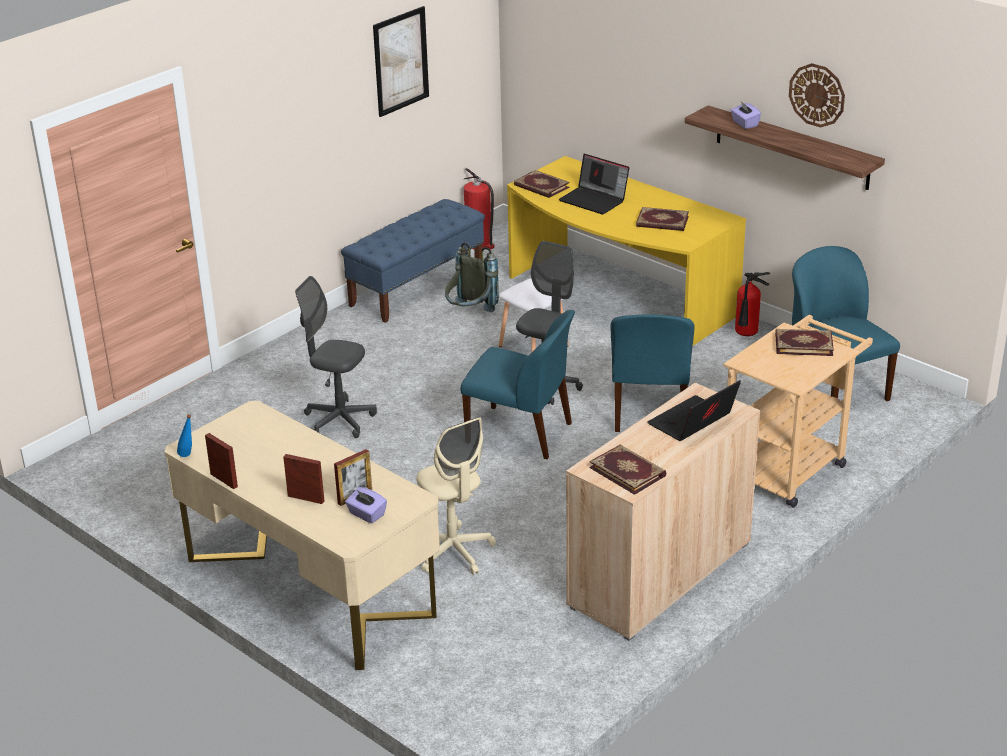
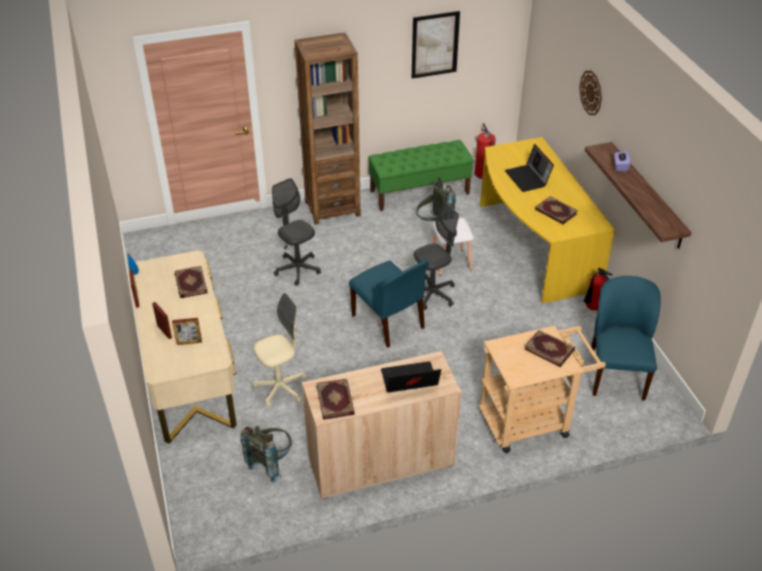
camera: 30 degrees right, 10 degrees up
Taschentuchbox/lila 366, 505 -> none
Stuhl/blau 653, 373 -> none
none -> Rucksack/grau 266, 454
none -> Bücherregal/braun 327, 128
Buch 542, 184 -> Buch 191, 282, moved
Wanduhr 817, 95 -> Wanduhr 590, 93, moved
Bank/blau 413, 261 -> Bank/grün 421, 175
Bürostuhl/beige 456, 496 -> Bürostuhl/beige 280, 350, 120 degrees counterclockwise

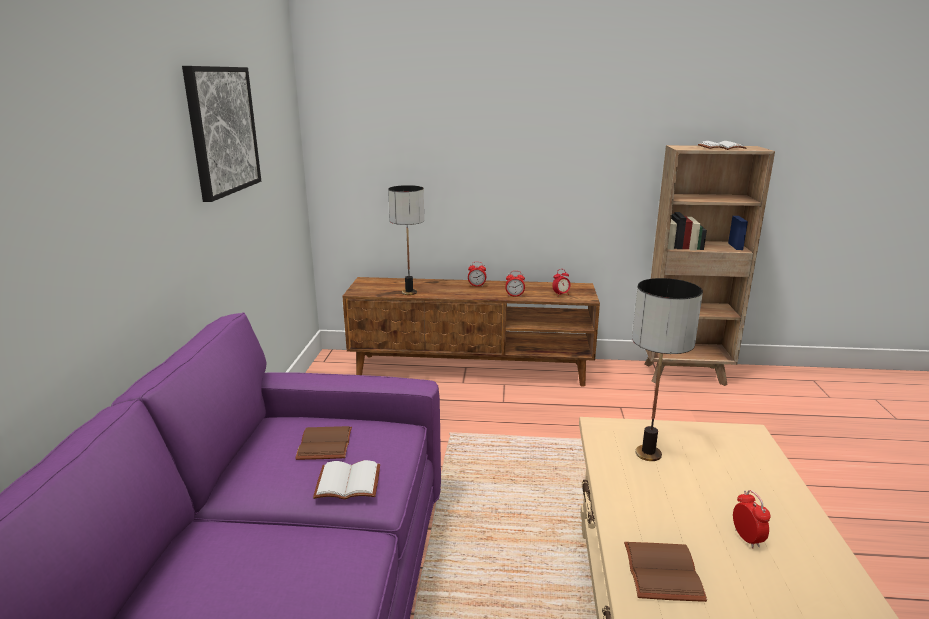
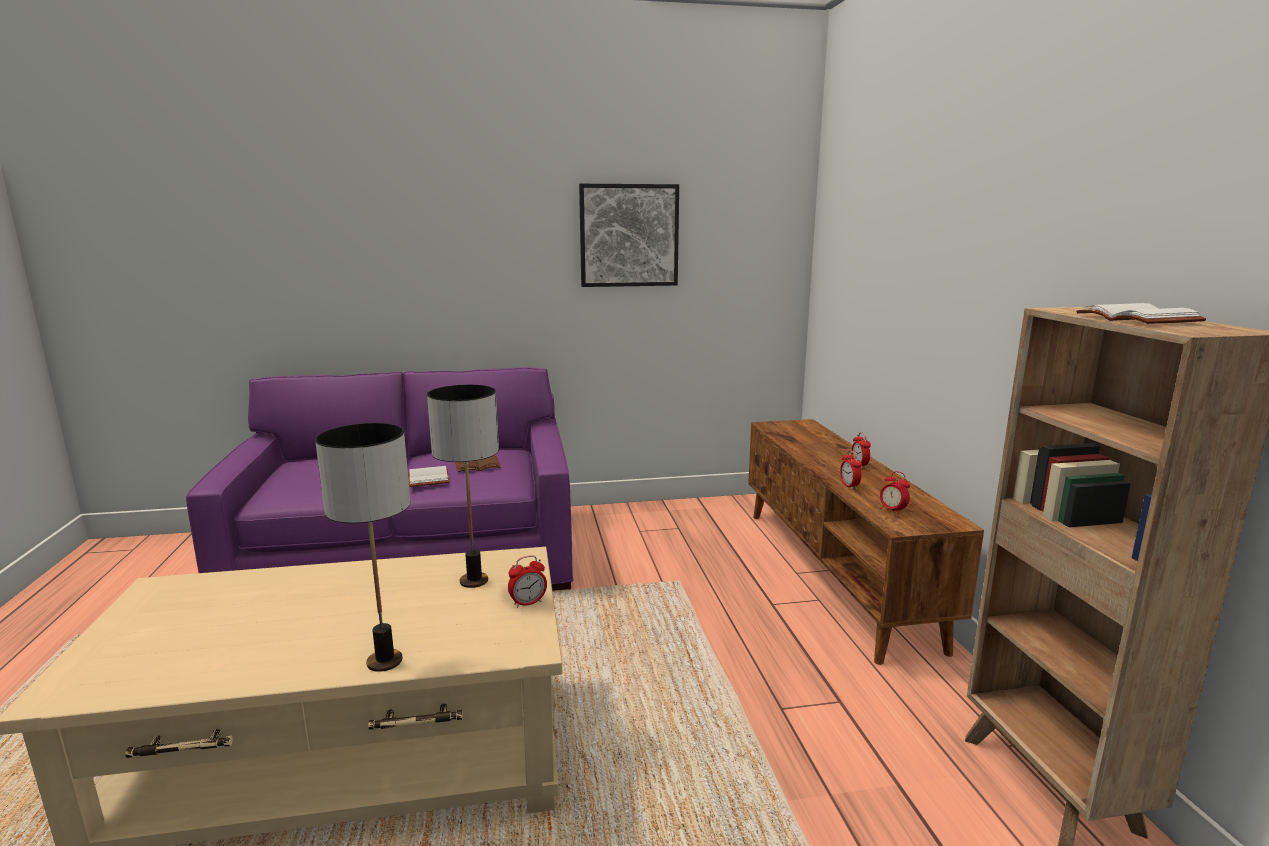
camera: 75 degrees right, 5 degrees down
Buch/braun 665, 572 -> none
Tischlampe 406, 240 -> Tischlampe 363, 547, moved
Wecker 751, 519 -> Wecker 527, 581, moved

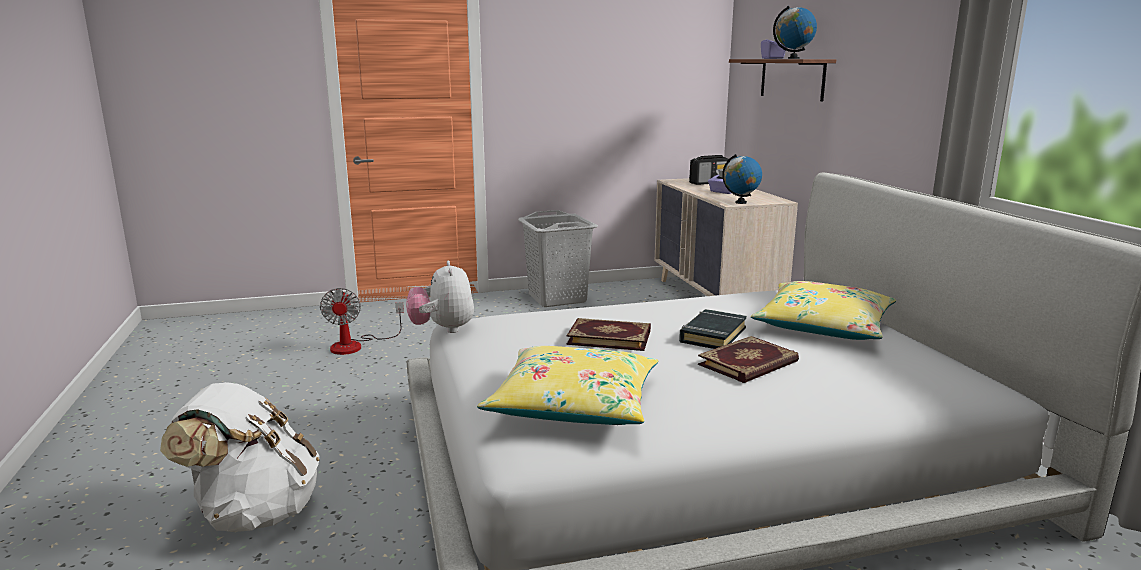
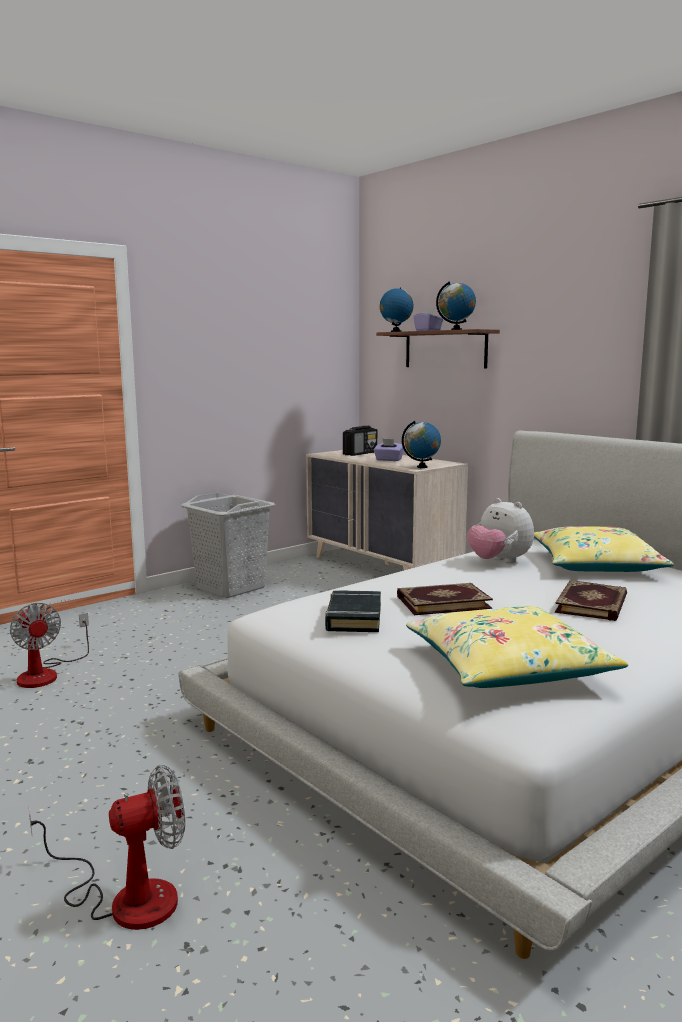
camera: 25 degrees left, 5 degrees down
none -> Globus 397, 309
Plüschtier 440, 297 -> Plüschtier 500, 530, moved
Buch/schwarz 713, 329 -> Buch/schwarz 353, 611, moved
Rucksack/weiß 239, 457 -> Ventilator 107, 847

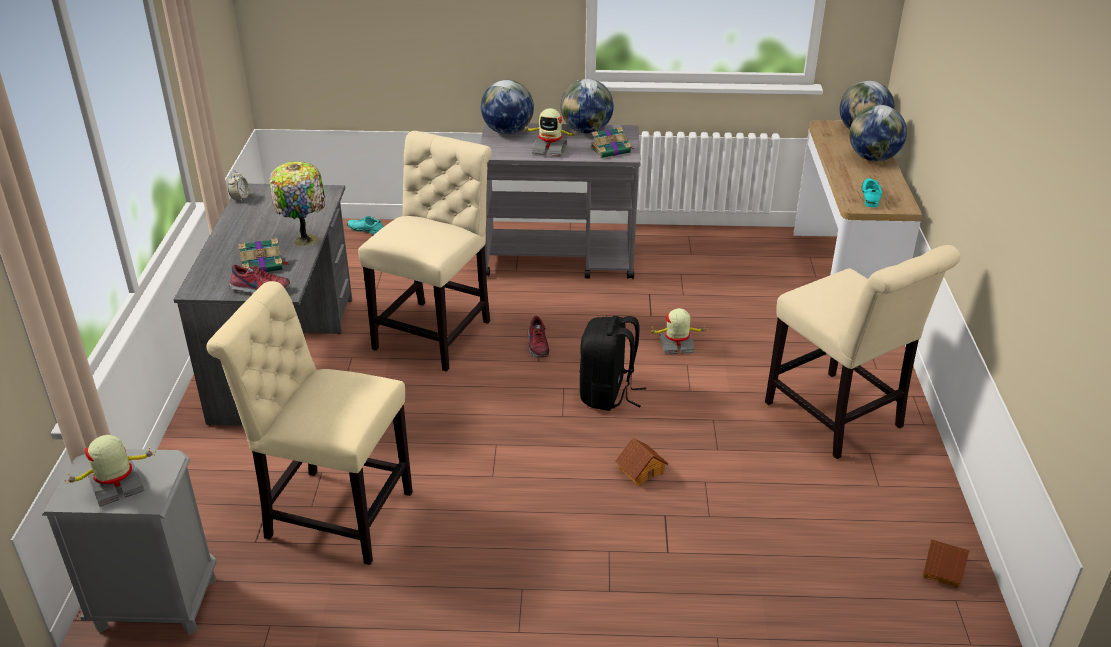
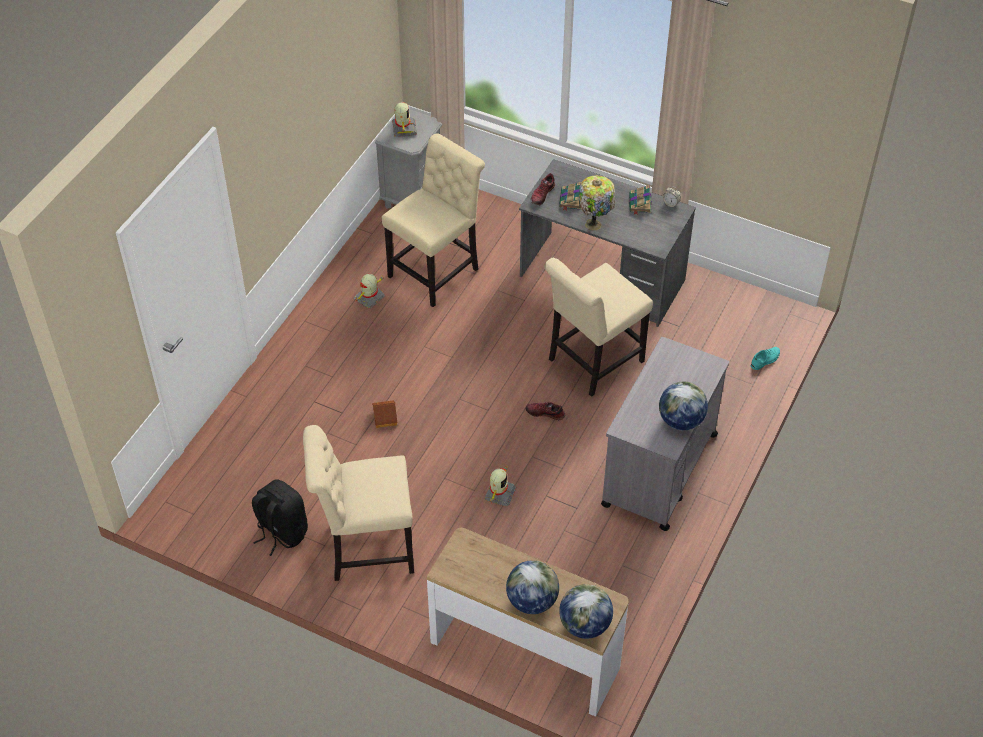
camera: 115 degrees right, 15 degrees up
Globus 507, 107 -> none
Schuh/türkis 872, 192 -> none
Spielzeughaus 946, 563 -> none
Spielzeugroboter 550, 132 -> Spielzeugroboter 369, 291, moved
Rucksack/schwarz 612, 363 -> Rucksack/schwarz 280, 517, moved
Buch 612, 142 -> Buch 640, 200, moved
Stuhl/beige 425, 251 -> Stuhl/beige 598, 327, 90 degrees clockwise

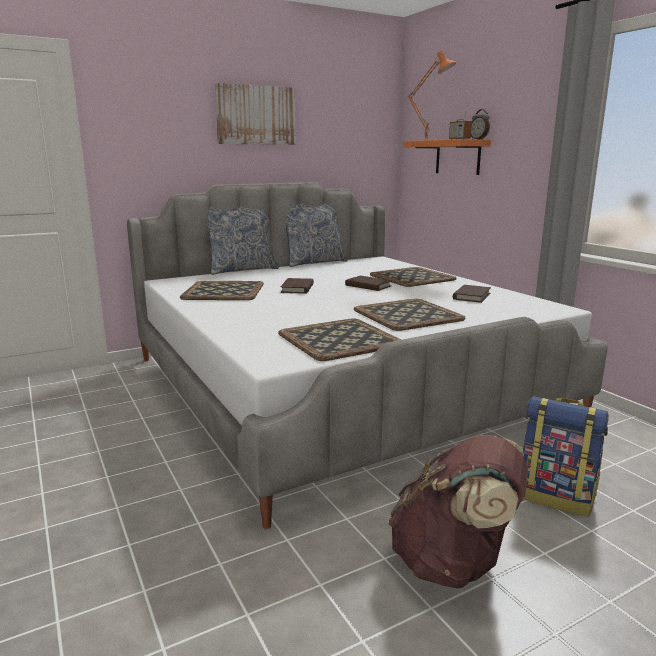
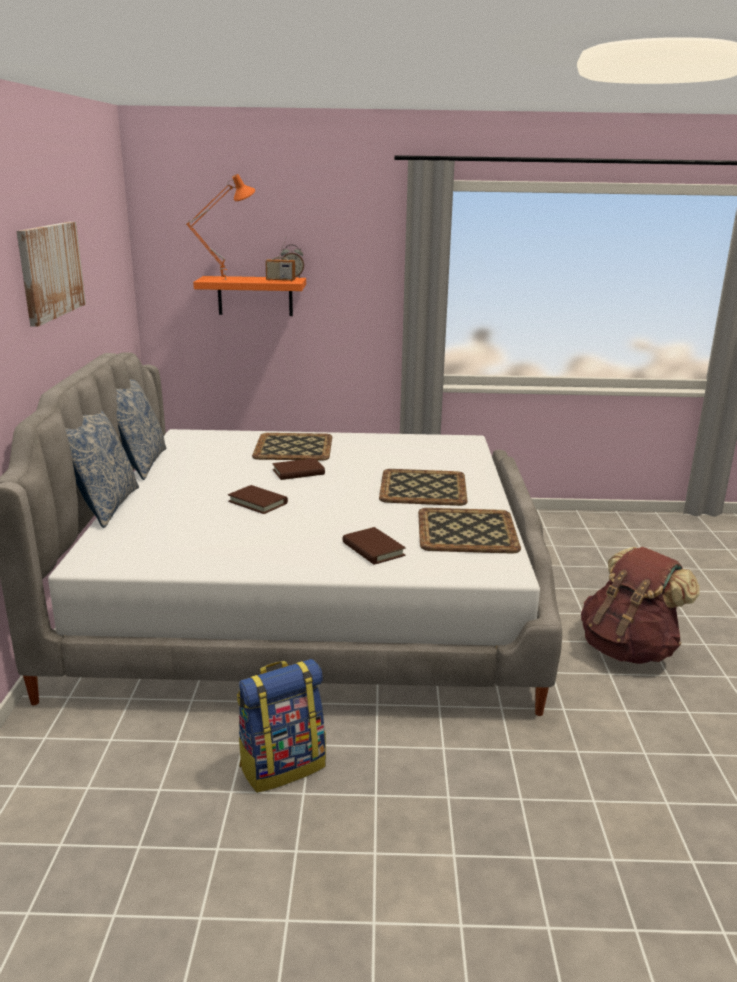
camera: 60 degrees left, 5 degrees up
Tablett 222, 290 -> none
Buch/braun 472, 294 -> Buch/braun 374, 546, moved
Rucksack 565, 456 -> Rucksack 281, 726, moved

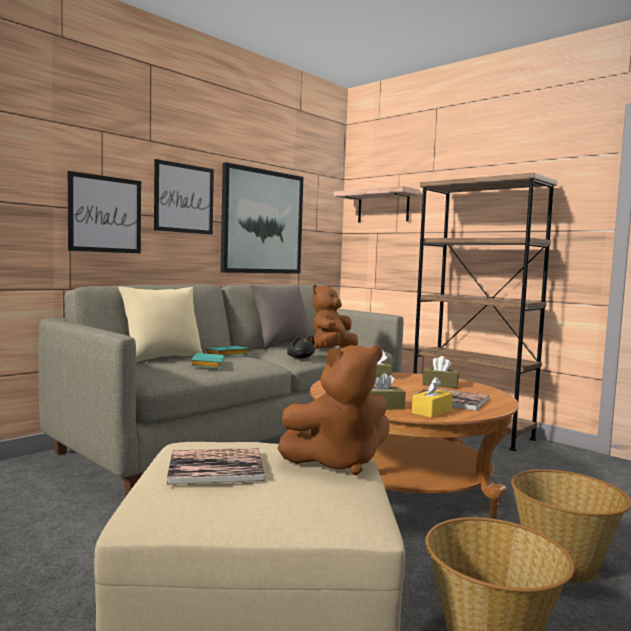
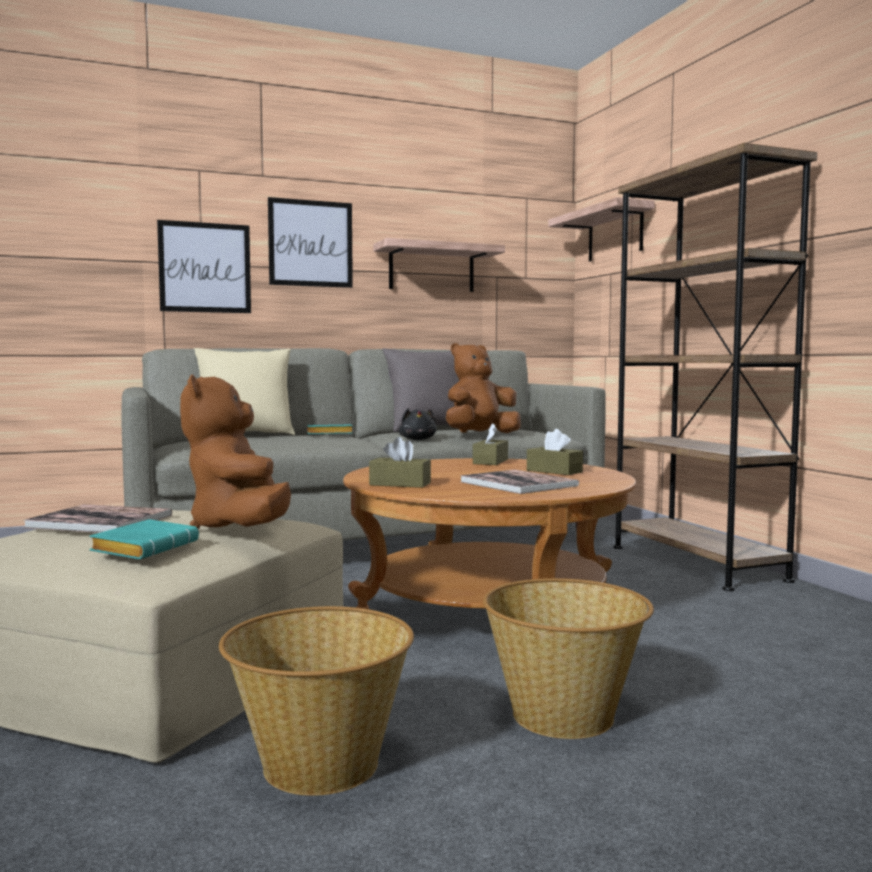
camera: 25 degrees right, 0 degrees up
Taschentuchbox/gelb 432, 397 -> none
Buch/türkis 208, 361 -> Buch/türkis 144, 539, moved
Bild 262, 218 -> Wandregal 439, 265
Plüschtier/braun 333, 410 -> Plüschtier/braun 235, 451, 75 degrees clockwise

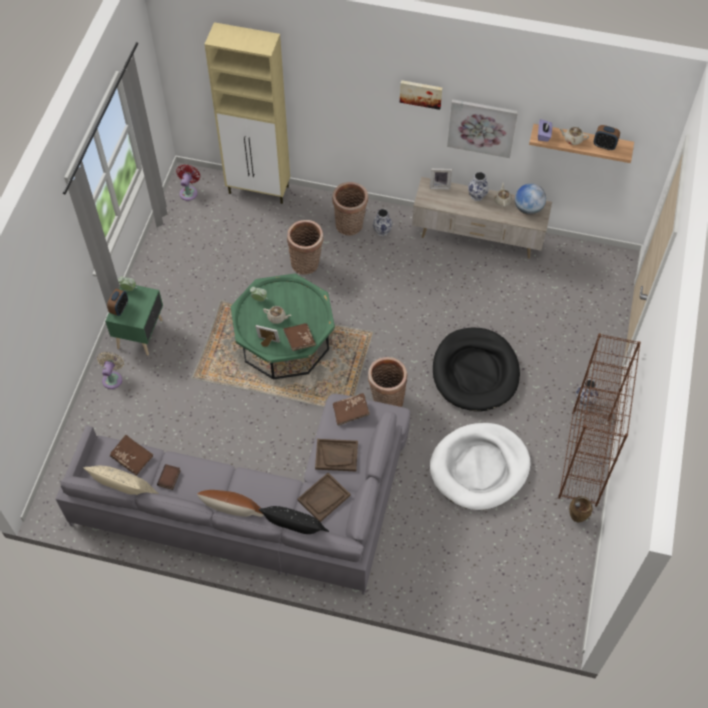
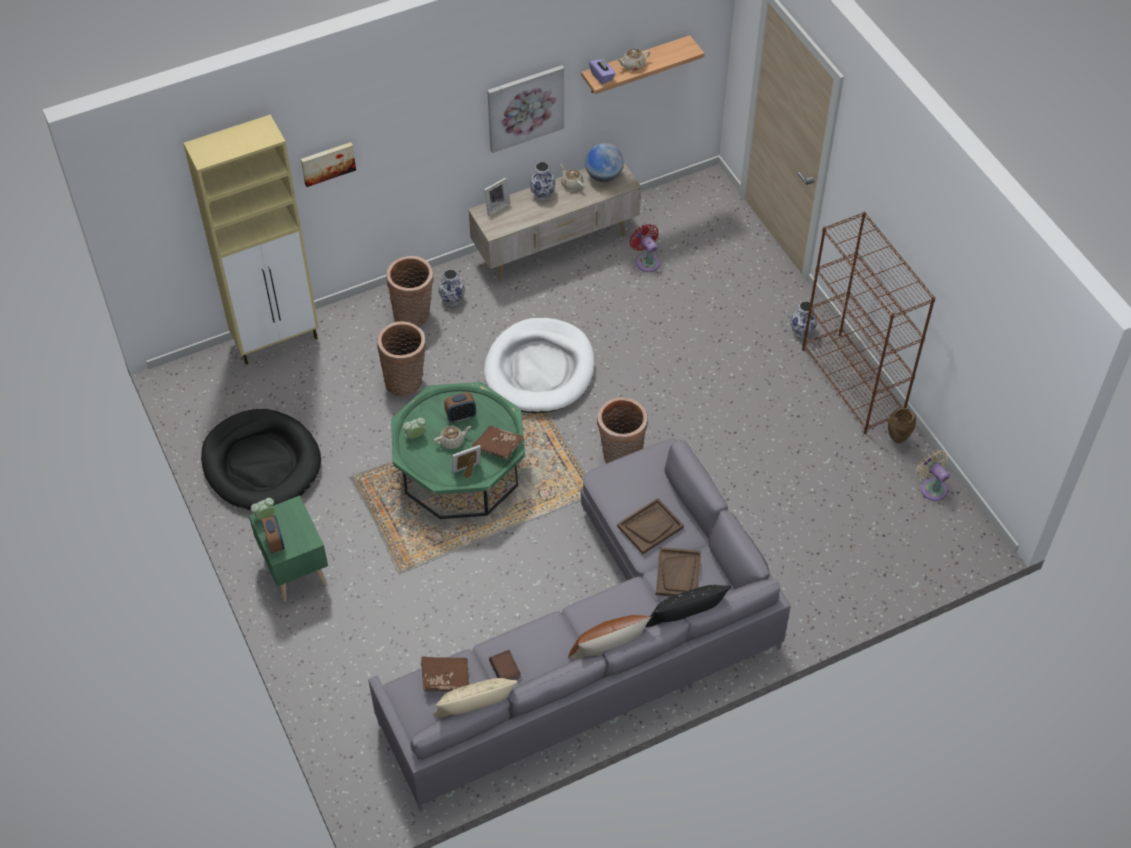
camera: 40 degrees left, 5 degrees down
Buch/braun 351, 409 -> none
Ventilator/beige 110, 370 -> Ventilator/beige 933, 475, moved
Ventilator/rot 188, 182 -> Ventilator/rot 644, 248, moved
Bild 421, 95 -> Bild 328, 164, moved
Hundebett/weiß 480, 466 -> Hundebett/weiß 539, 366, moved
Hundebett/schwarz 476, 369 -> Hundebett/schwarz 261, 459, moved
Wecker 607, 137 -> Wecker 460, 407, moved

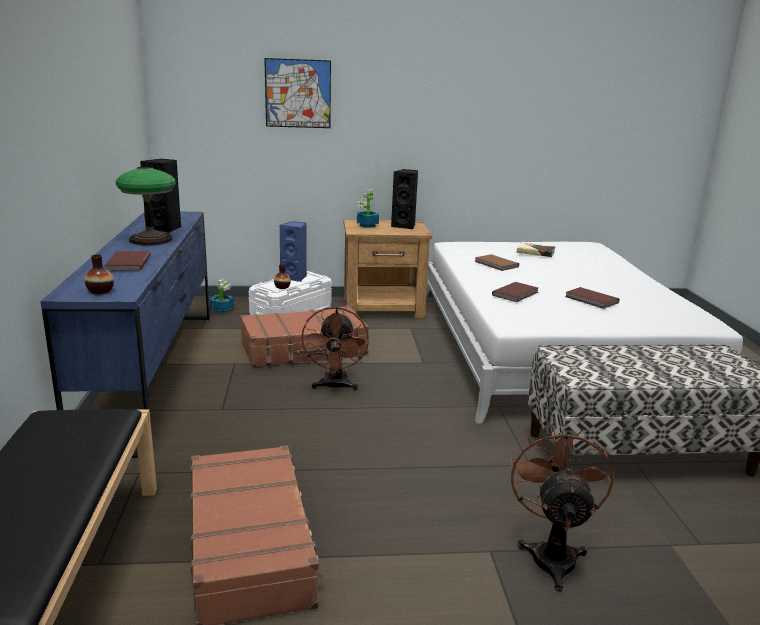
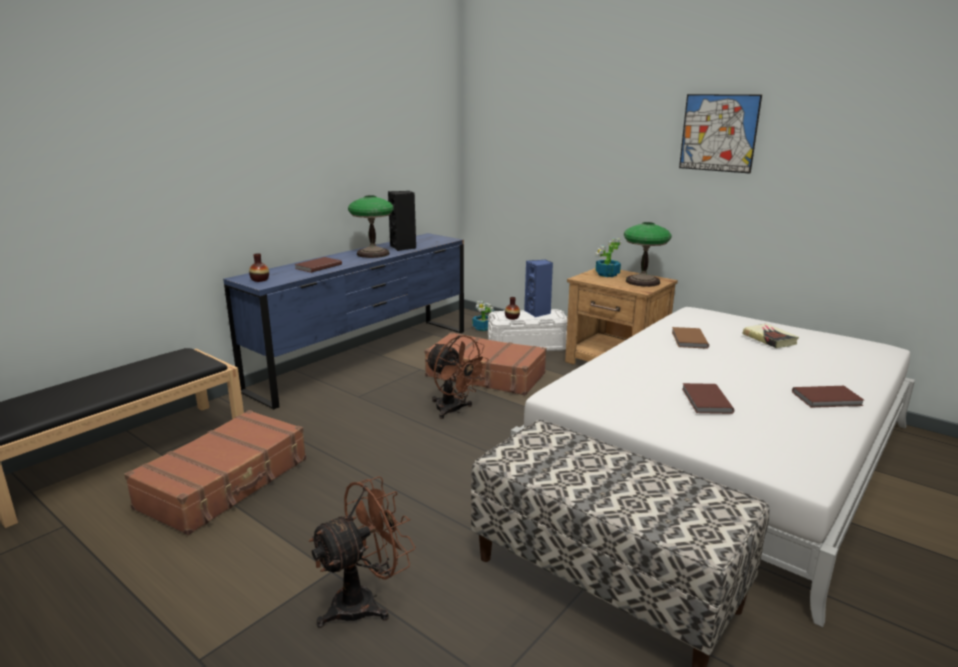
camera: 45 degrees right, 0 degrees up
Bild 297, 93 -> Bild 720, 134, moved
Buch/braun 515, 292 -> Buch/braun 828, 397, moved
Lautsprecher/schwarz 404, 199 -> Tischlampe 647, 254
Ventilator/braun 334, 349 -> Ventilator/braun 457, 377, 90 degrees counterclockwise

